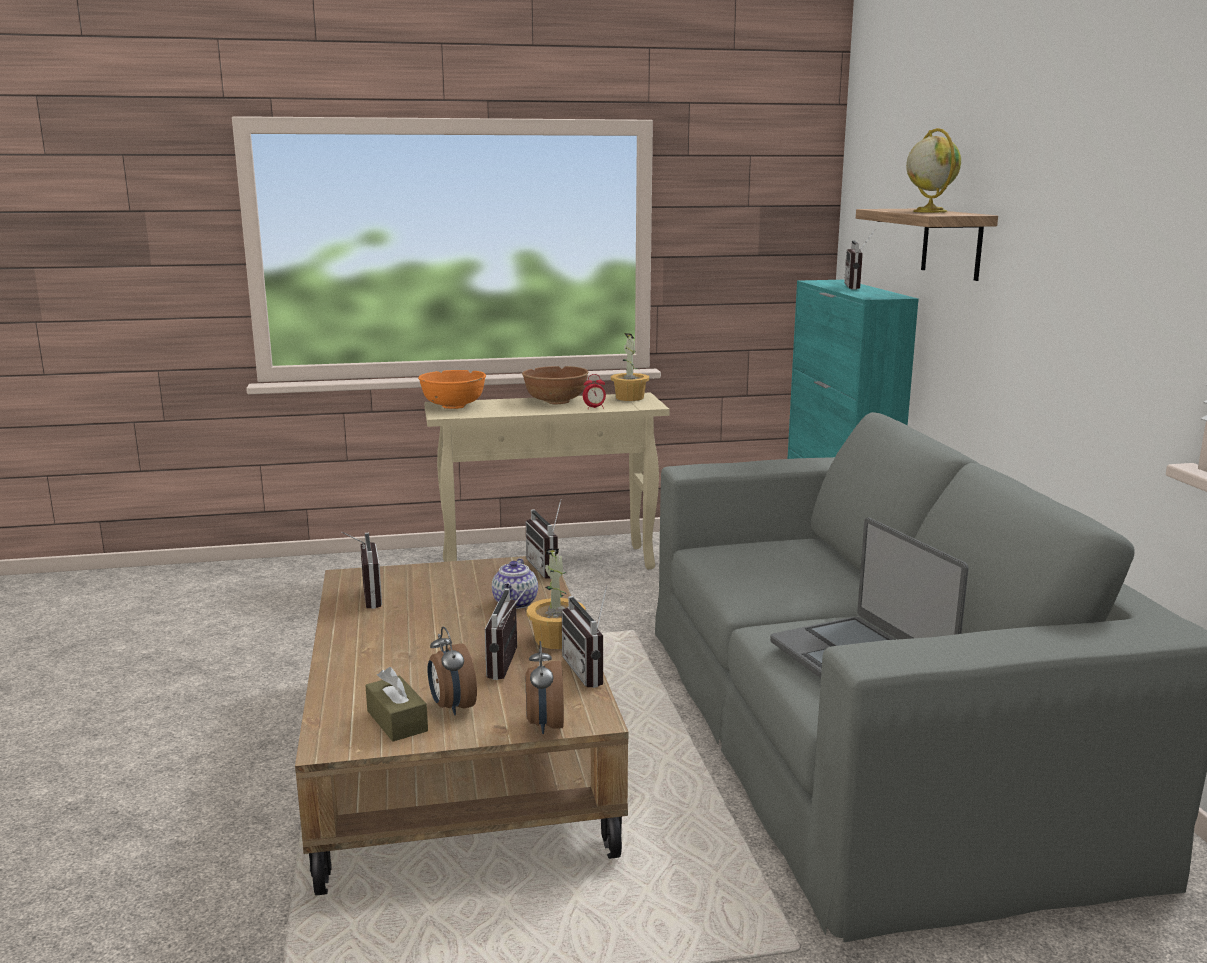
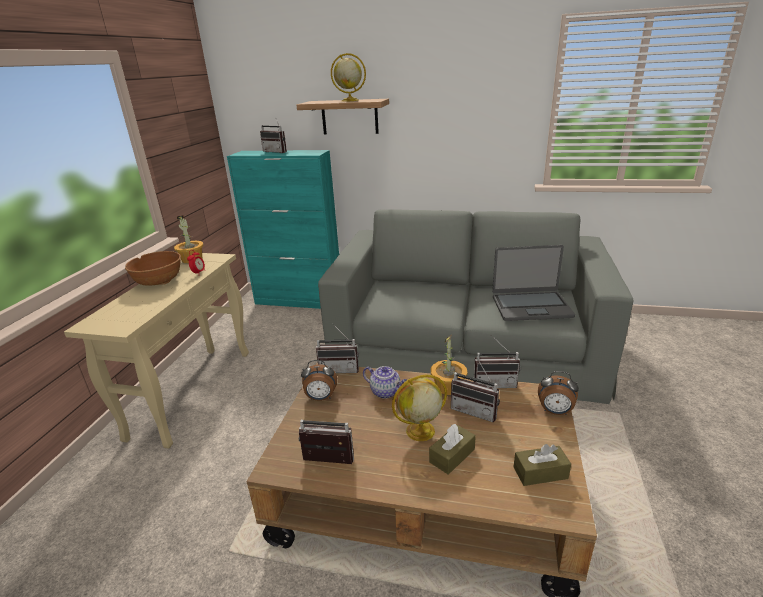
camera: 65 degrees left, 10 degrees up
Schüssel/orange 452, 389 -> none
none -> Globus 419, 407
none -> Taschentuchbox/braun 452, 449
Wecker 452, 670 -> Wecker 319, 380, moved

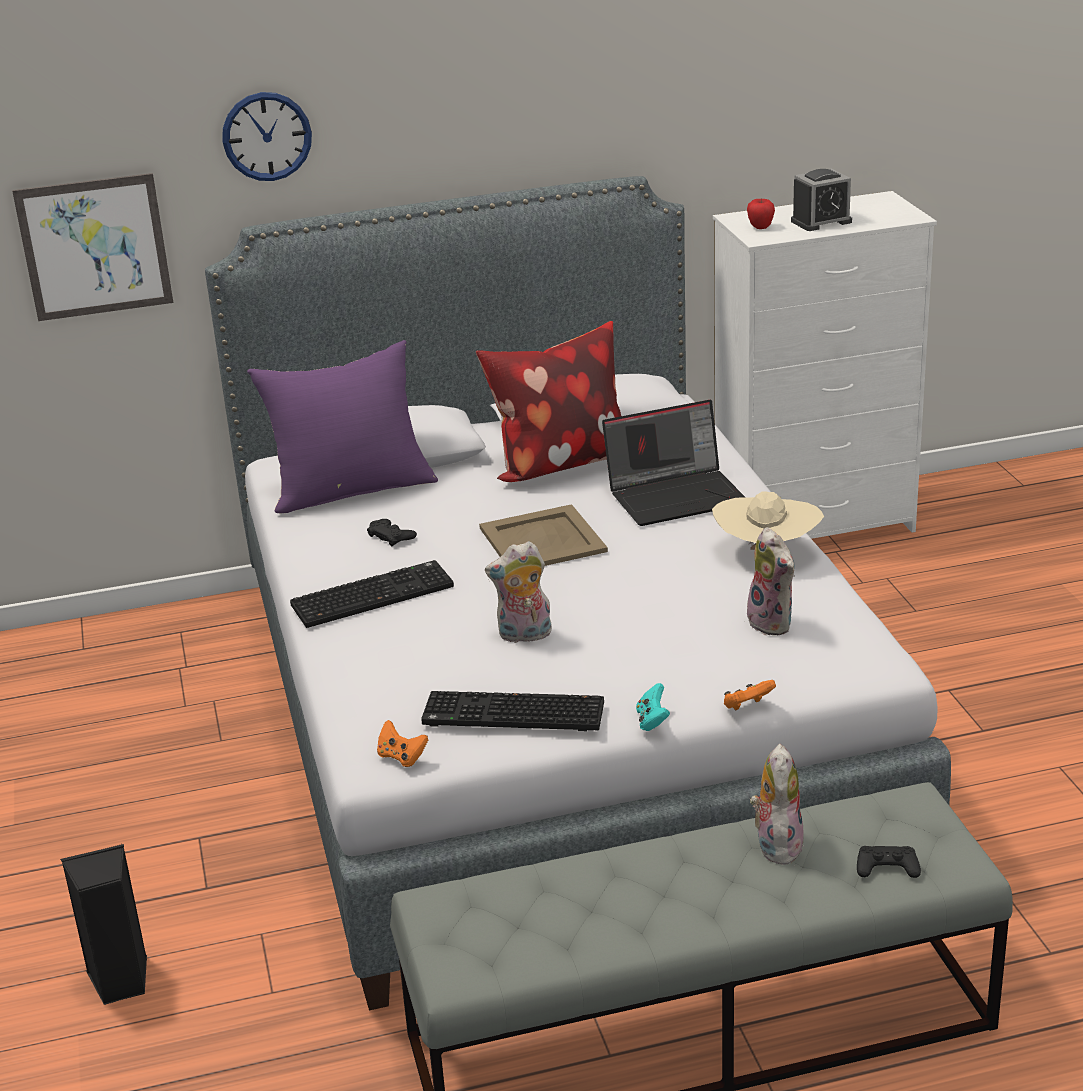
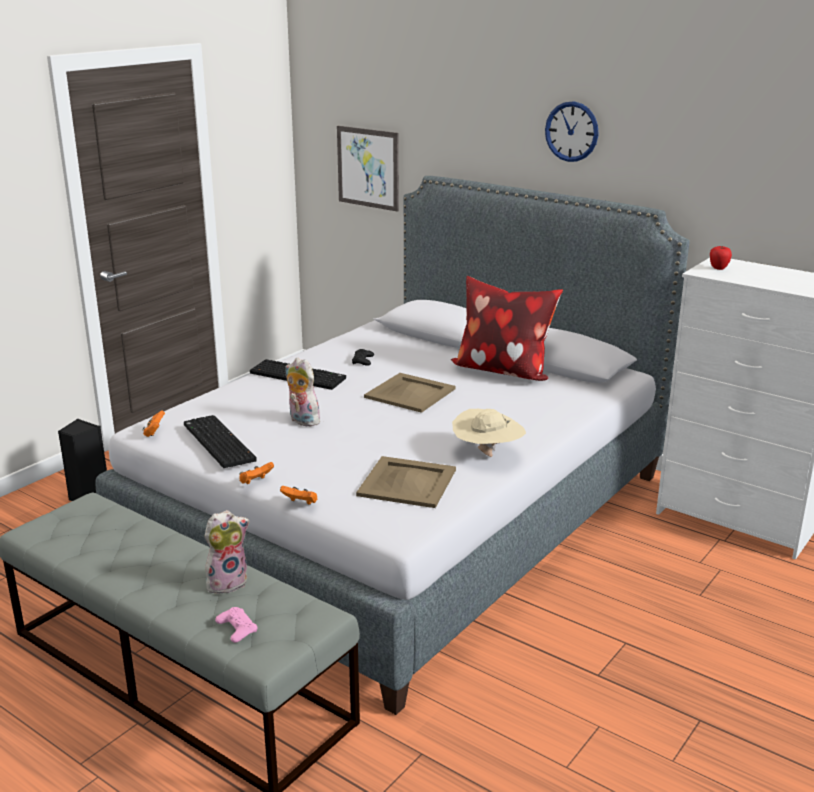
camera: 50 degrees right, 5 degrees down
Kissen/lila 342, 426 -> none
Laptop 674, 463 -> none
Wecker 821, 200 -> none
Wanduhr 267, 136 -> Wanduhr 572, 131, moved
Plüschtier 769, 581 -> Tablett/beige 406, 482
Gamepad/türkis 653, 707 -> Gamepad/orange 256, 473
Gamepad/schwarz 889, 862 -> Gamepad/rosa 236, 625

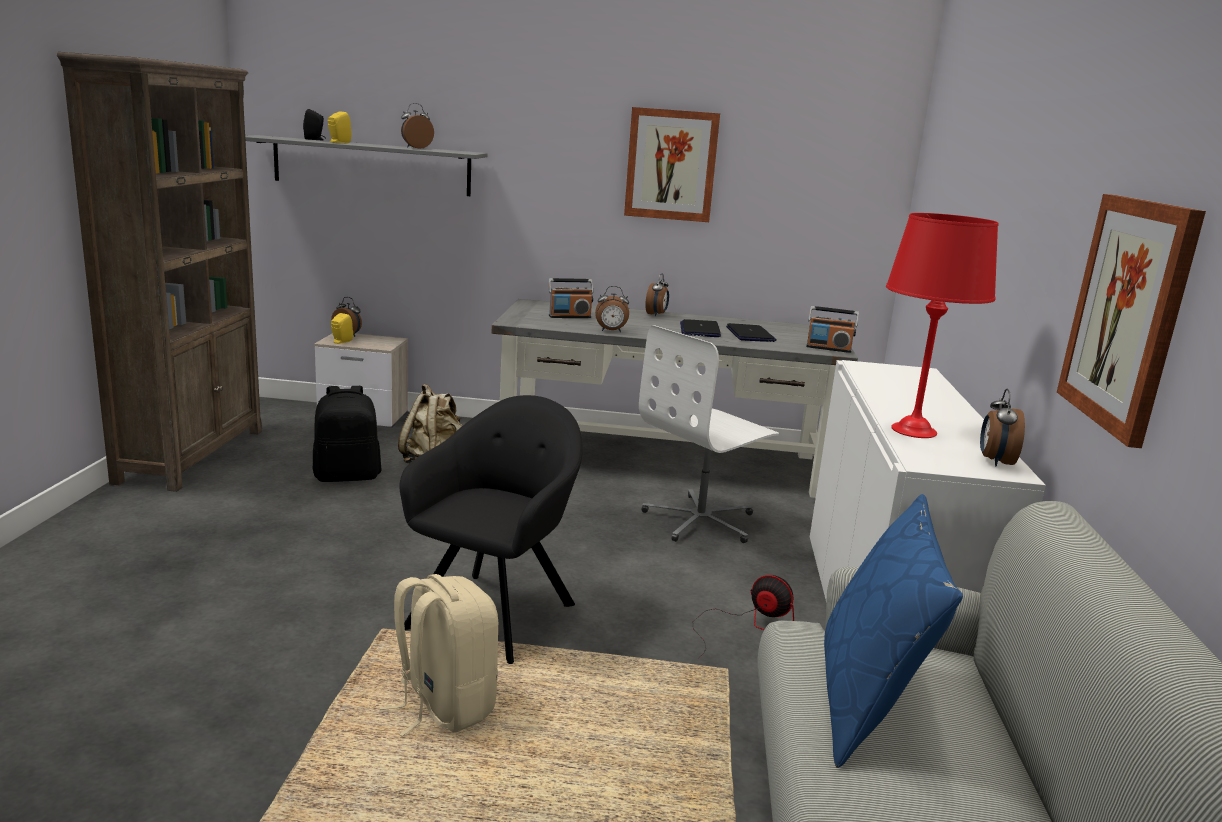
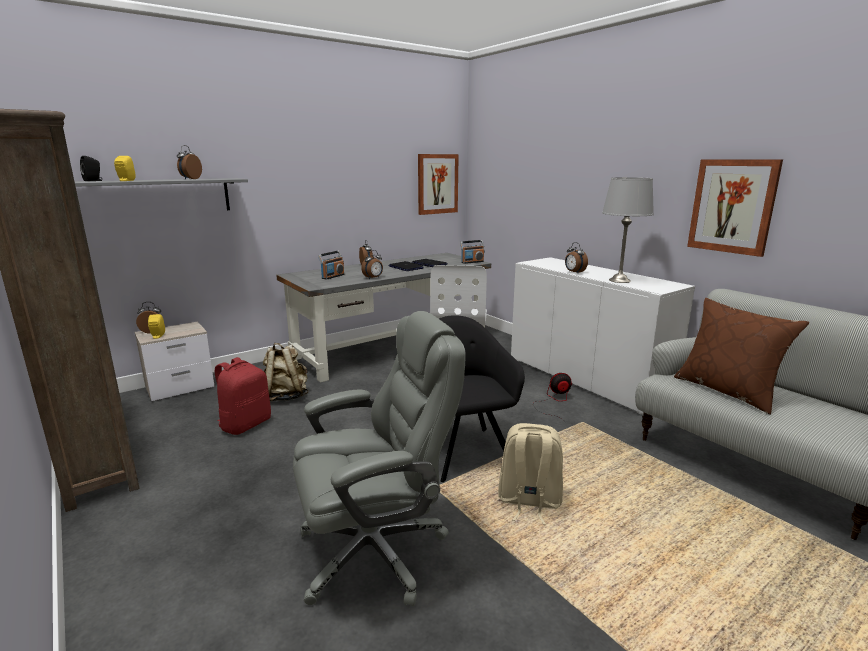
camera: 40 degrees left, 0 degrees up
none -> Bürostuhl/grau 379, 458
Bild 672, 164 -> Bild 438, 184, moved
Wecker 1002, 428 -> Wecker 576, 257, moved
Rucksack/schwarz 347, 434 -> Rucksack/rot 243, 396
Kissen/blau 893, 631 -> Kissen/braun 741, 356
Tischlampe/rot 942, 325 -> Tischlampe/grau 628, 230

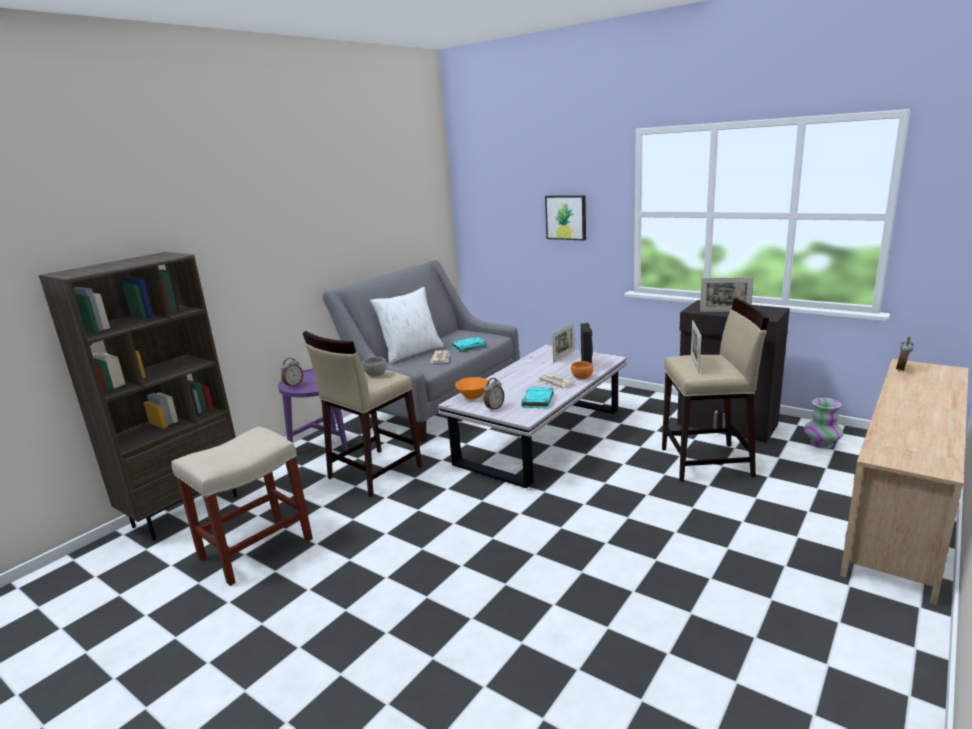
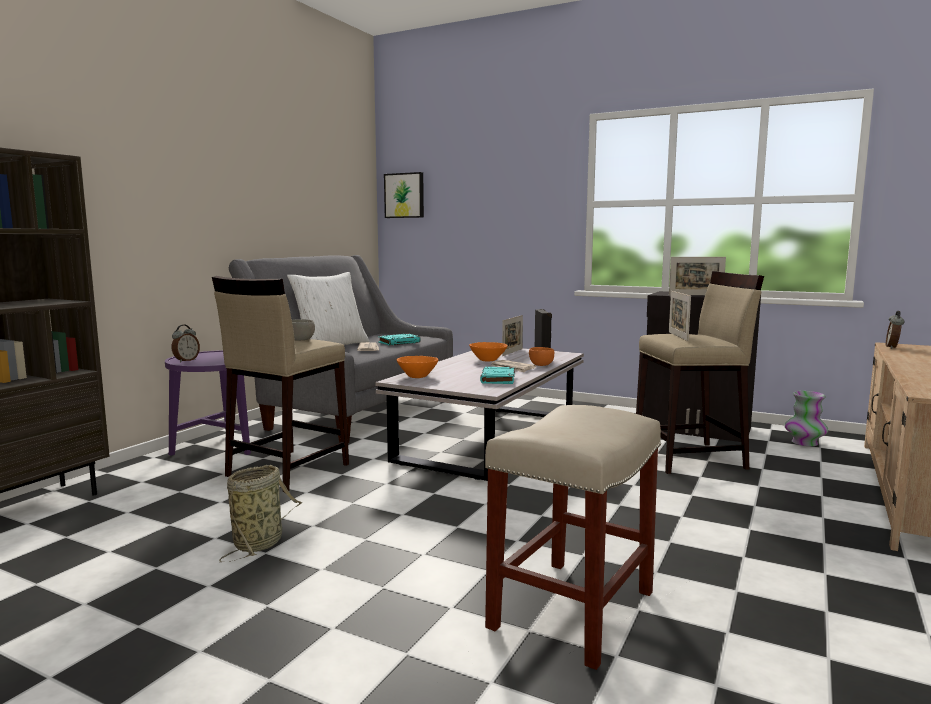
camera: 10 degrees left, 10 degrees down
Wecker 494, 394 -> none
none -> Korb 260, 513
none -> Schüssel/orange 488, 351
Hocker/beige 242, 506 -> Hocker/beige 573, 537, moved
Bild 565, 218 -> Bild 404, 195, moved

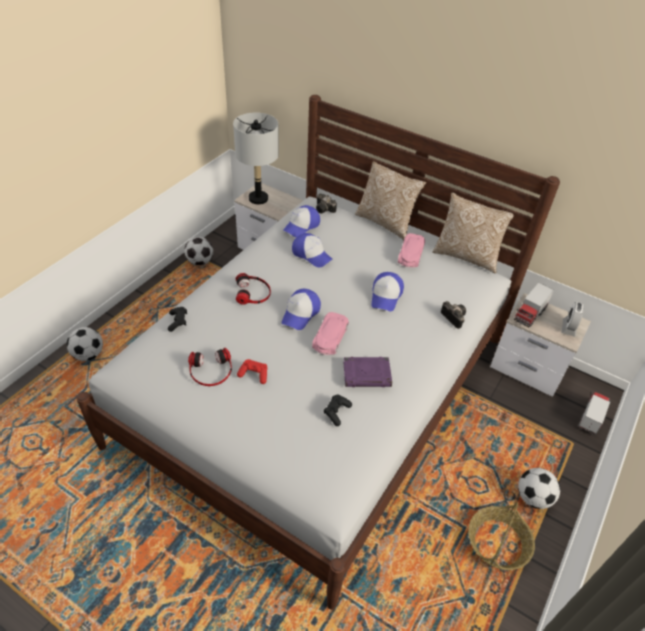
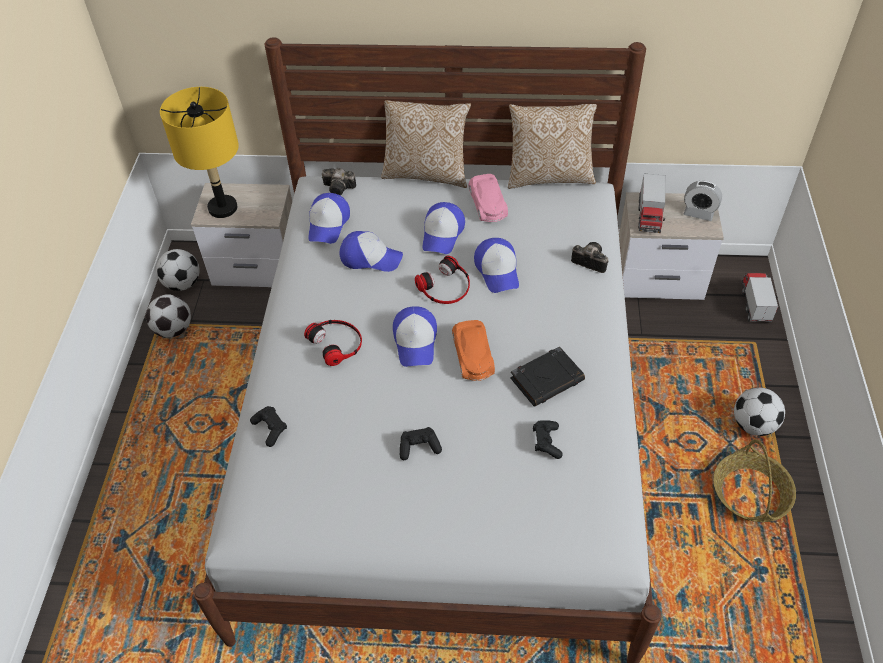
camera: 25 degrees left, 5 degrees up
none -> Kappe 444, 228
Fußball 85, 344 -> Fußball 178, 270, moved
Kopfhörer 210, 367 -> Kopfhörer 442, 280, moved
Tischlampe/grau 256, 158 -> Tischlampe/gelb 199, 152
Gamepad/rot 252, 371 -> Gamepad/schwarz 421, 443
Spielzeugauto/rosa 330, 333 -> Spielzeugauto/orange 473, 350
Buch/lila 367, 372 -> Buch/schwarz 547, 376
Wecker 572, 319 -> Wecker 703, 201, 60 degrees counterclockwise

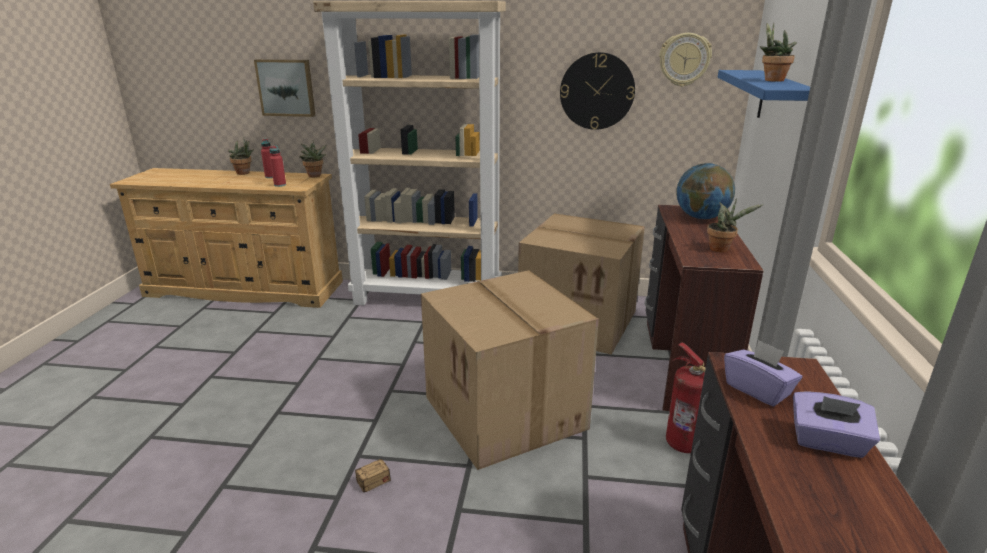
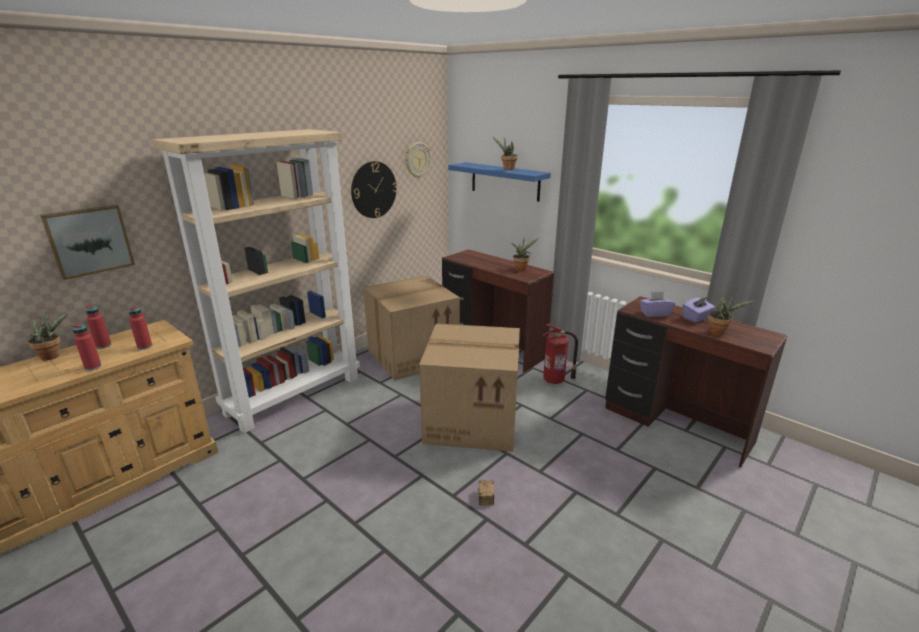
camera: 55 degrees left, 0 degrees up
Globus 705, 191 -> none
none -> Flasche/rot 86, 347
Topfpflanze 313, 159 -> Topfpflanze 731, 314, moved

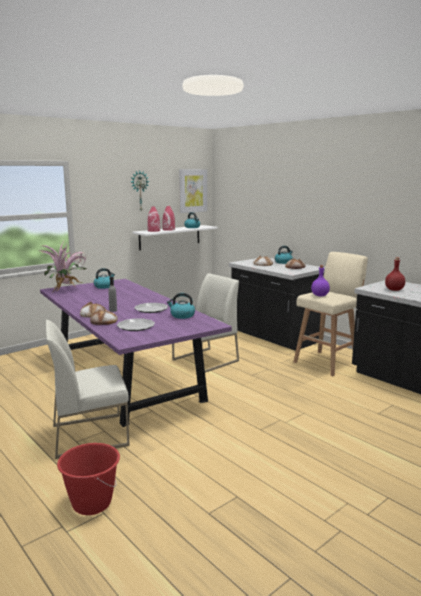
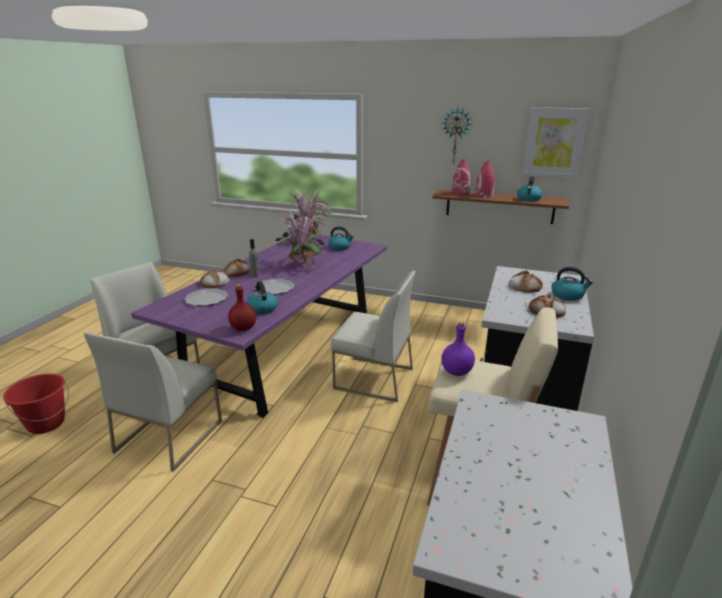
camera: 60 degrees right, 10 degrees up
none -> Stuhl/weiß 152, 402
none -> Topfpflanze 301, 240
Flasche/rot 395, 274 -> Flasche/rot 242, 307, moved
Wandregal/weiß 175, 237 -> Wandregal/braun 501, 206

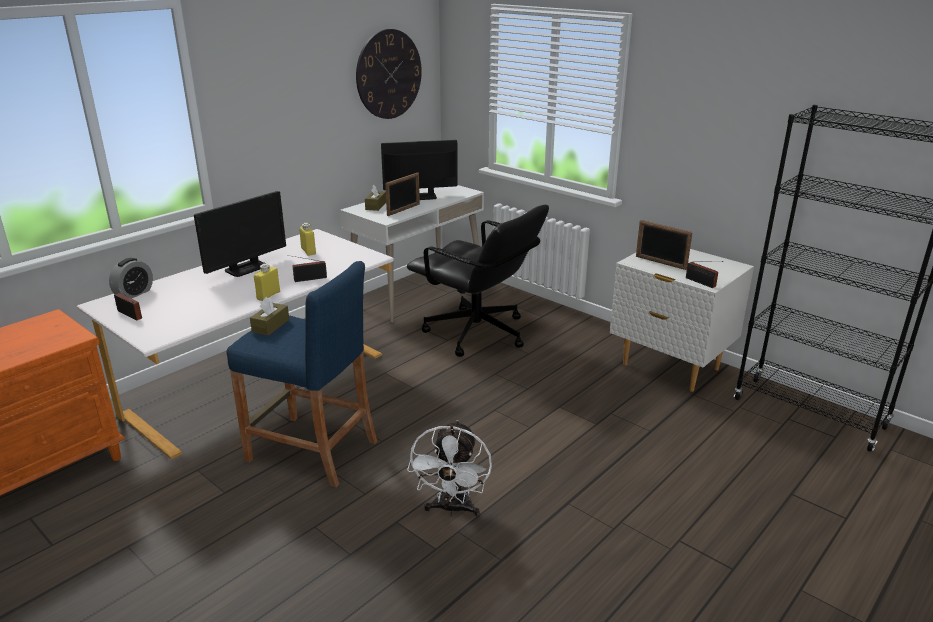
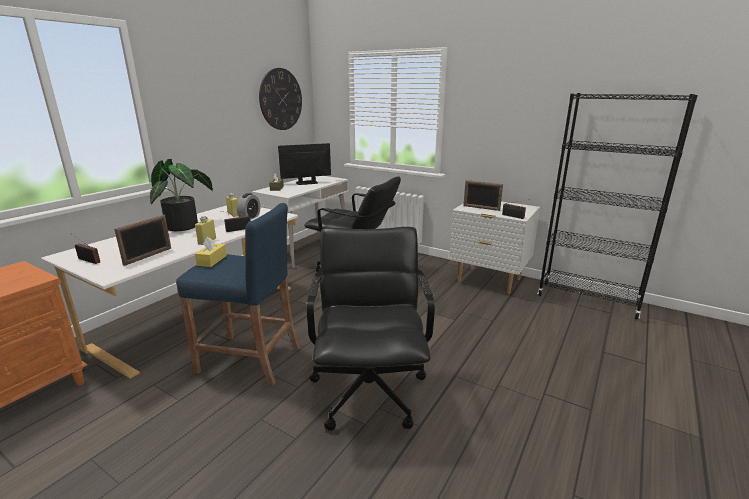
camera: 10 degrees left, 5 degrees down
Wecker 131, 278 -> Wecker 248, 206, moved
Bilderrahmen 402, 194 -> Bilderrahmen 142, 240, moved
Monitor 240, 234 -> Topfpflanze 181, 195
Ventilator/weiß 449, 468 -> Bürostuhl/schwarz 371, 329
Taschentuchbox/braun 269, 316 -> Taschentuchbox/gelb 211, 252

